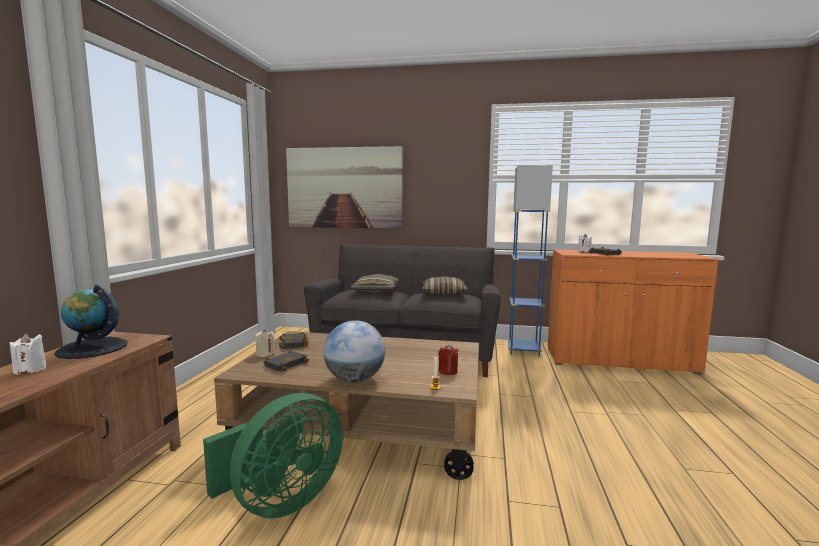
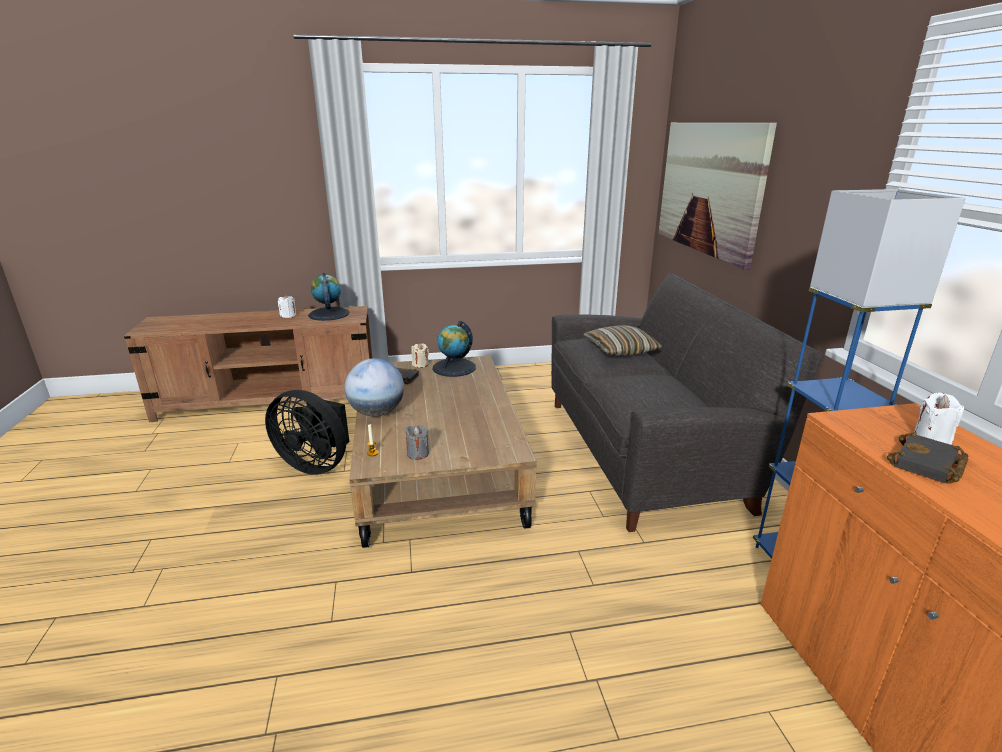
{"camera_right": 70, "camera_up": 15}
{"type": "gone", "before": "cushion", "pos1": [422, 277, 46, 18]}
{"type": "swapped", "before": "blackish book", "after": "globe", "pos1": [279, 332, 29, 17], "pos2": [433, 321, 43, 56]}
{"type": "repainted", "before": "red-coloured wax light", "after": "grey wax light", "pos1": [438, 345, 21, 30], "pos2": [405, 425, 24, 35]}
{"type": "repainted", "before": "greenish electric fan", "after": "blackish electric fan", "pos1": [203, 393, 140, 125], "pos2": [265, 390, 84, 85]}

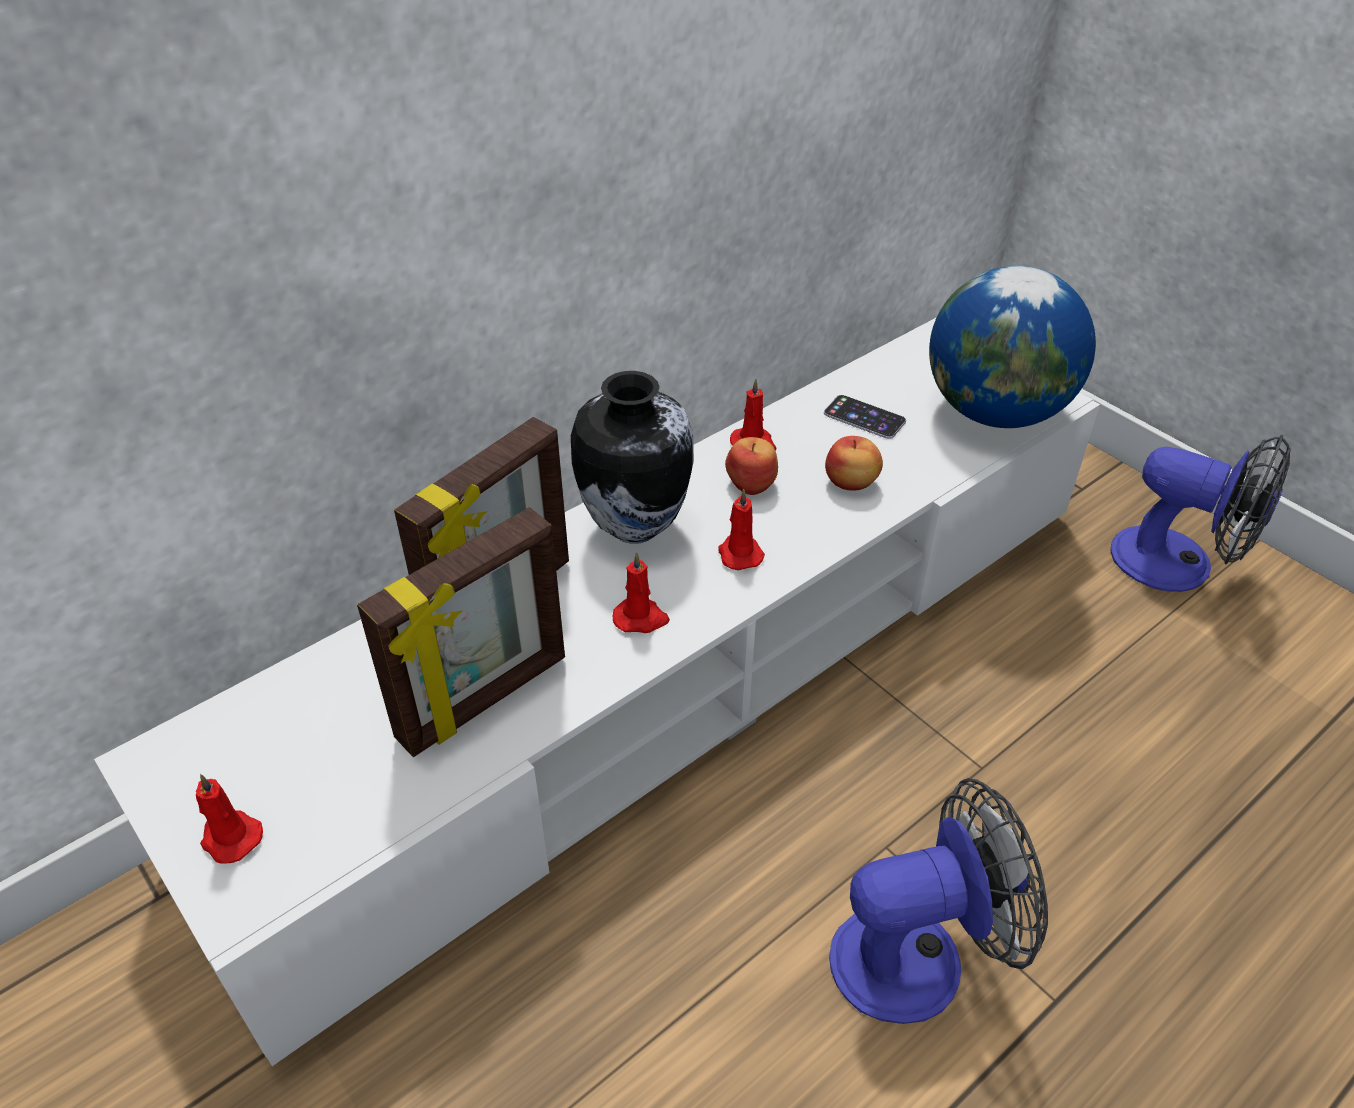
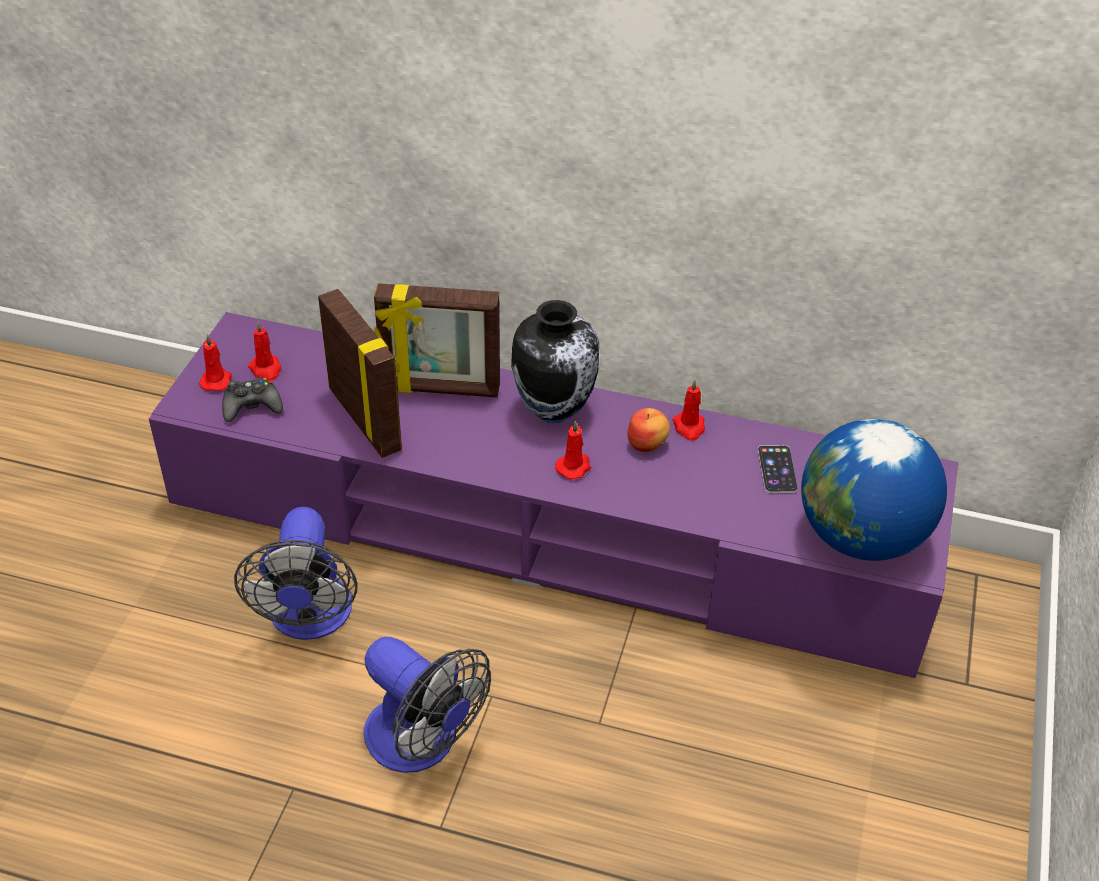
{"camera_right": 55, "camera_up": 0}
{"type": "repainted", "before": "white tv unit", "after": "purple tv unit", "pos1": [94, 317, 1006, 749], "pos2": [149, 312, 809, 366]}
{"type": "shifted", "before": "electric fan", "pos1": [1111, 435, 180, 157], "pos2": [234, 507, 124, 133]}
{"type": "gone", "before": "apple", "pos1": [825, 436, 58, 55]}
{"type": "rotated", "before": "standing frame", "pos1": [357, 507, 208, 250], "pos2": [318, 289, 84, 169], "turn": -135}
{"type": "shifted", "before": "red-coloured wax light", "pos1": [613, 552, 57, 81], "pos2": [248, 322, 33, 59]}
{"type": "new", "after": "blackish game controller", "pos2": [222, 378, 61, 44]}

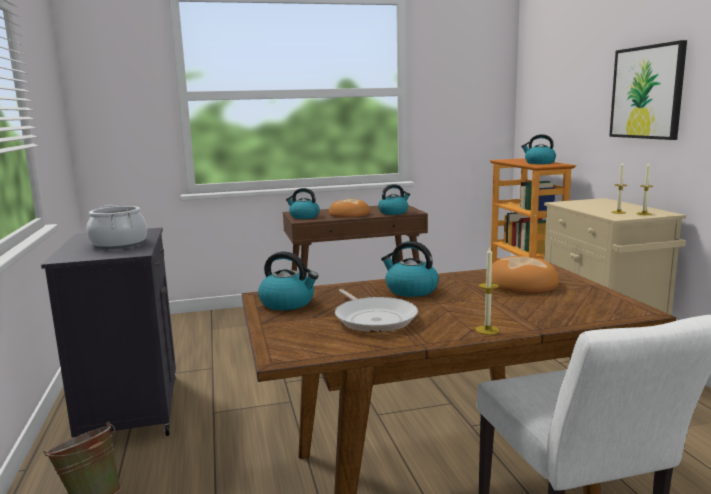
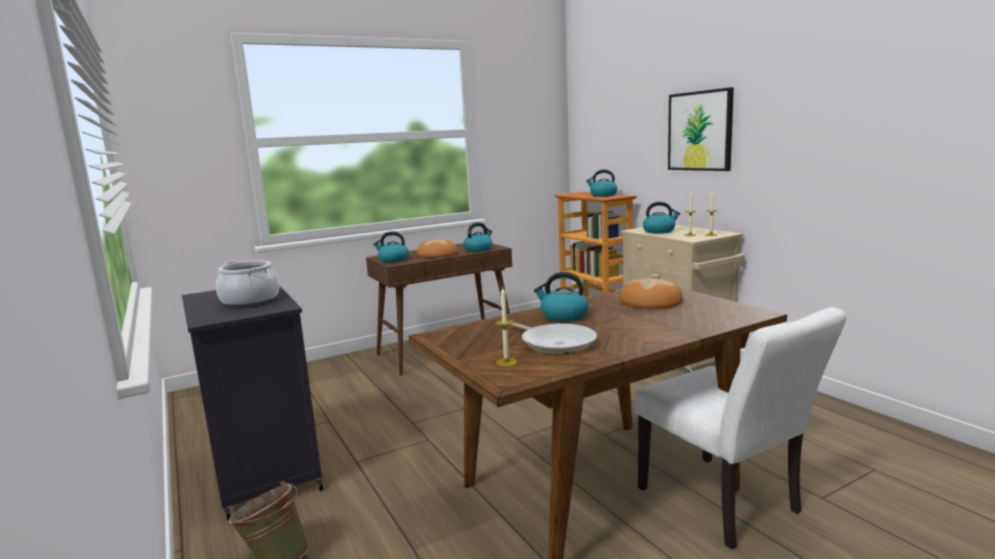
{"camera_right": -15, "camera_up": 0}
{"type": "shifted", "before": "wax light", "pos1": [476, 247, 23, 88], "pos2": [496, 288, 21, 79]}
{"type": "shifted", "before": "water kettle", "pos1": [258, 252, 60, 58], "pos2": [643, 202, 37, 32]}

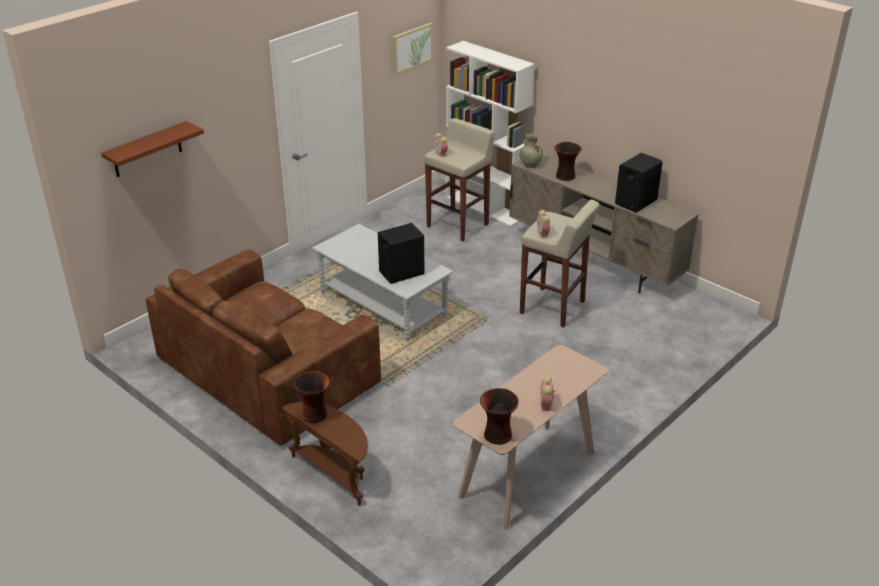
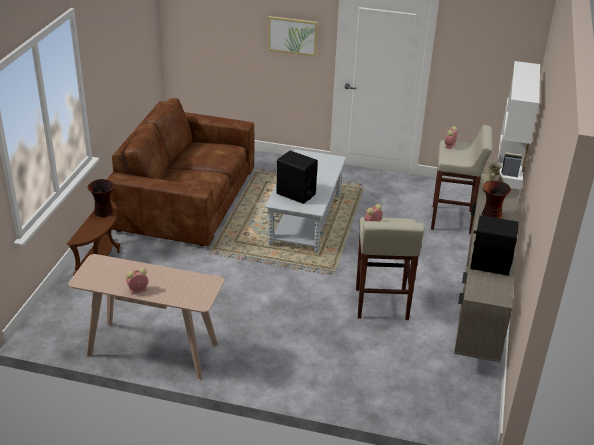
{"camera_right": 60, "camera_up": 0}
{"type": "shifted", "before": "wall picture", "pos1": [392, 23, 41, 52], "pos2": [268, 16, 50, 40]}
{"type": "gone", "before": "brownish shelf", "pos1": [101, 121, 103, 56]}
{"type": "gone", "before": "decorative vase", "pos1": [480, 388, 39, 57]}

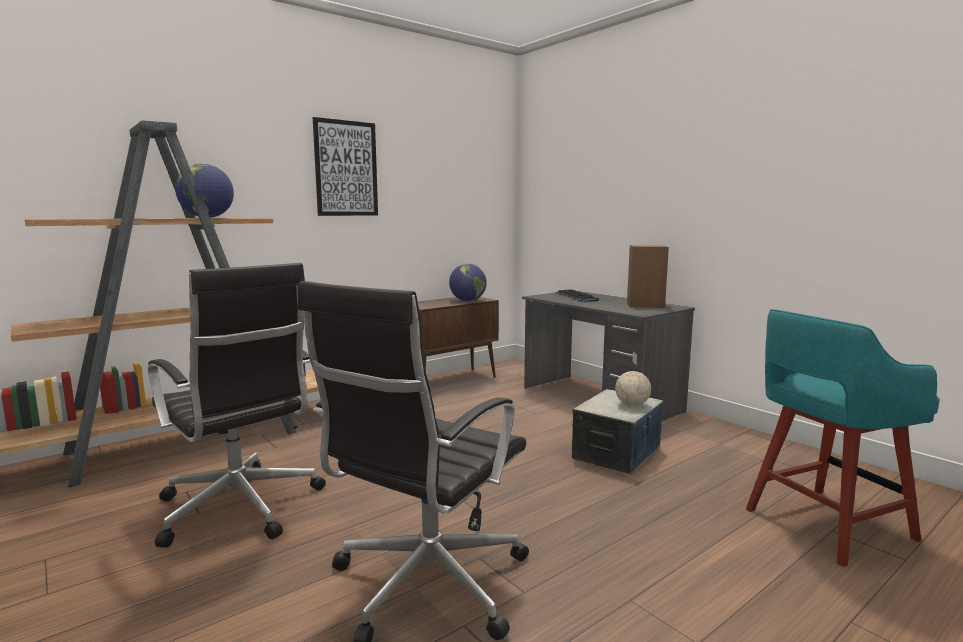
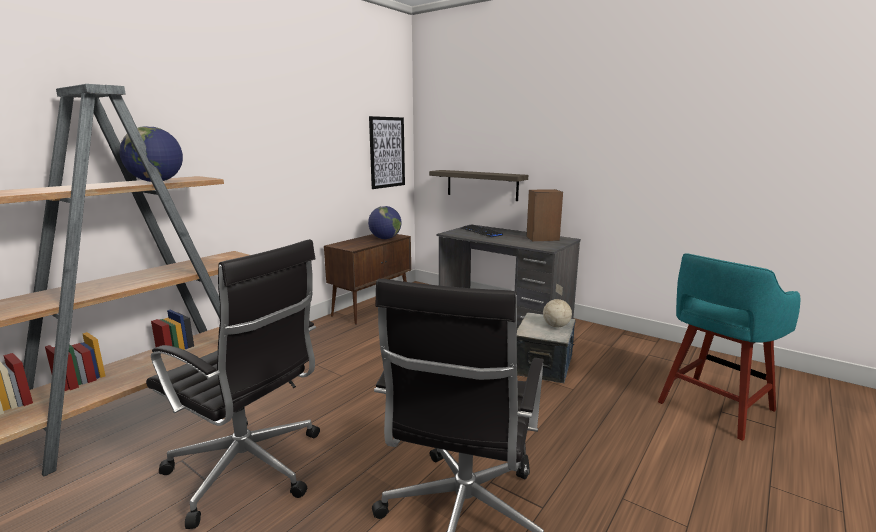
{"camera_right": -15, "camera_up": 5}
{"type": "shifted", "before": "wall picture", "pos1": [313, 117, 65, 99], "pos2": [369, 116, 36, 73]}
{"type": "new", "after": "shelf", "pos2": [429, 170, 99, 31]}

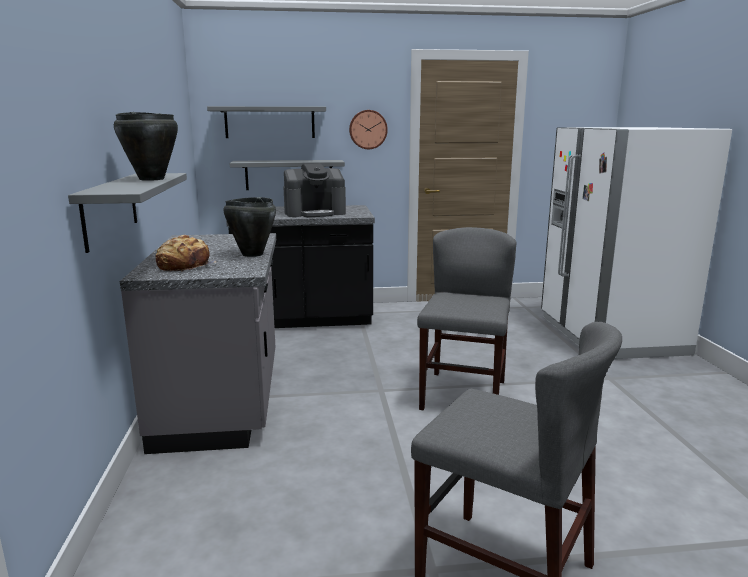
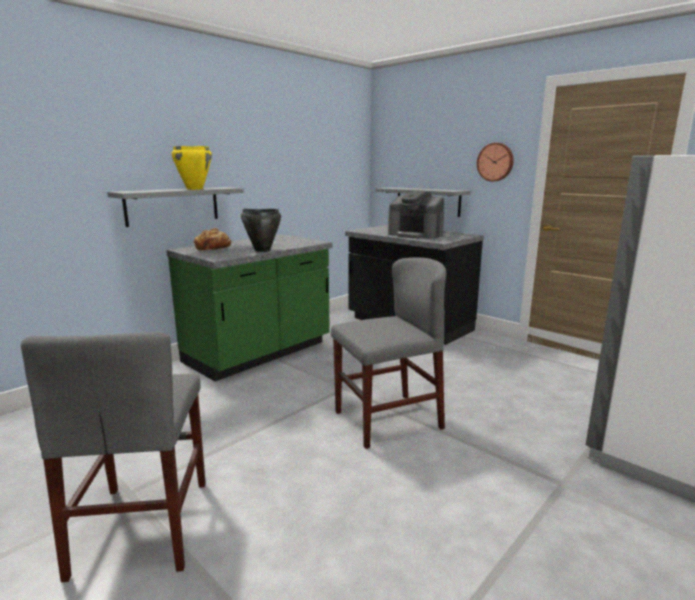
{"camera_right": 50, "camera_up": 0}
{"type": "gone", "before": "grey shelf", "pos1": [207, 106, 119, 32]}
{"type": "repainted", "before": "blackish cooking pot", "after": "yellow-coloured cooking pot", "pos1": [114, 112, 64, 69], "pos2": [172, 146, 40, 44]}
{"type": "repainted", "before": "grey counter", "after": "greenish counter", "pos1": [120, 233, 157, 221], "pos2": [166, 234, 167, 147]}

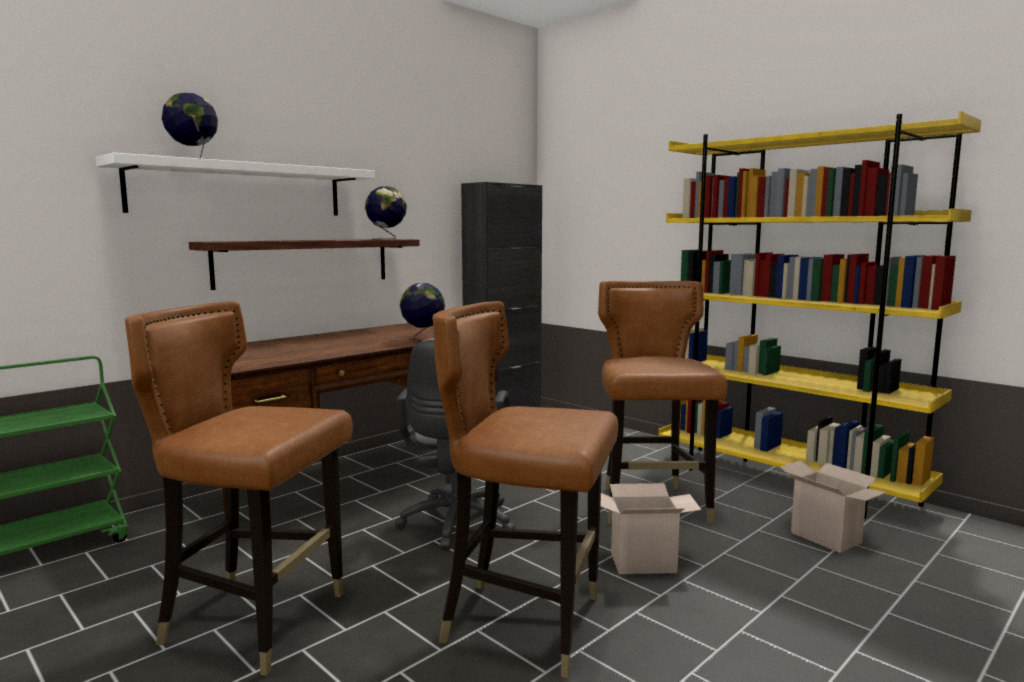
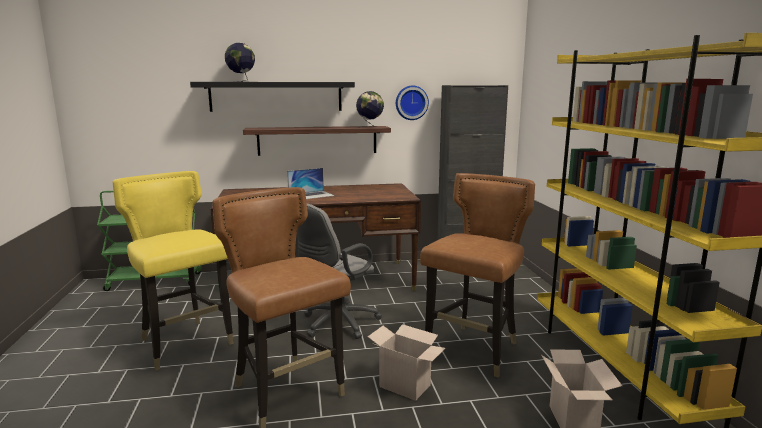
{"camera_right": 35, "camera_up": 5}
{"type": "repainted", "before": "white shelf", "after": "blackish shelf", "pos1": [96, 153, 279, 63], "pos2": [190, 82, 165, 30]}
{"type": "gone", "before": "globe", "pos1": [400, 283, 45, 58]}
{"type": "repainted", "before": "brownish plain chair", "after": "yellow-coloured plain chair", "pos1": [125, 301, 228, 375], "pos2": [113, 171, 121, 200]}
{"type": "new", "after": "wall clock", "pos2": [396, 85, 33, 35]}
{"type": "new", "after": "notebook computer", "pos2": [287, 168, 48, 31]}

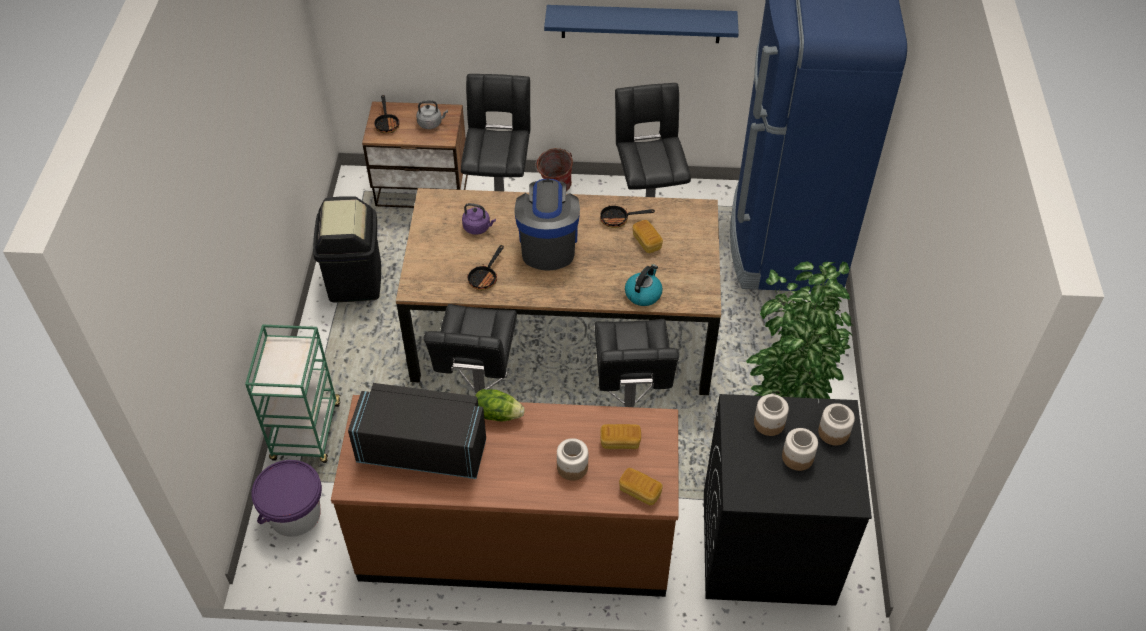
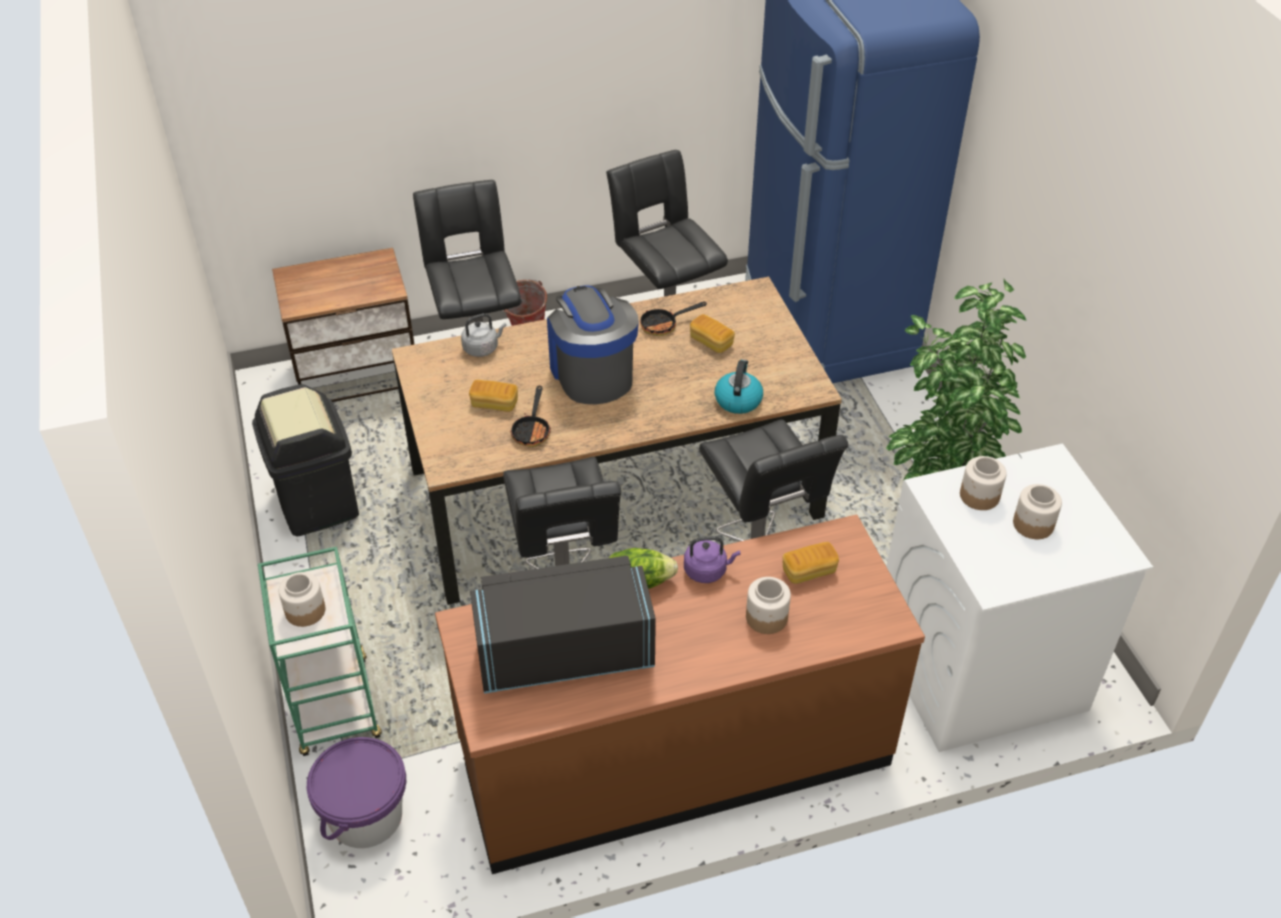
{"camera_right": -20, "camera_up": -5}
{"type": "gone", "before": "blue shelf", "pos1": [544, 5, 195, 38]}
{"type": "gone", "before": "frying pan", "pos1": [374, 95, 26, 38]}
{"type": "shifted", "before": "grey water kettle", "pos1": [416, 100, 32, 29], "pos2": [461, 313, 45, 44]}
{"type": "shifted", "before": "purple water kettle", "pos1": [462, 203, 34, 32], "pos2": [684, 536, 56, 47]}
{"type": "repainted", "before": "blackish laundry machine", "after": "white laundry machine", "pos1": [704, 394, 168, 212], "pos2": [886, 444, 267, 308]}
{"type": "shifted", "before": "jar", "pos1": [818, 403, 37, 43], "pos2": [279, 572, 46, 55]}
{"type": "shifted", "before": "baked bread", "pos1": [619, 468, 44, 37], "pos2": [469, 380, 49, 32]}

